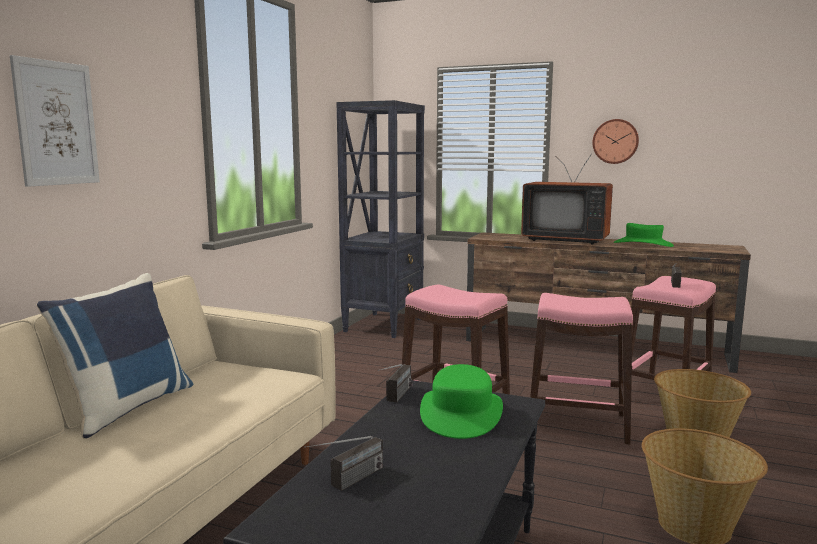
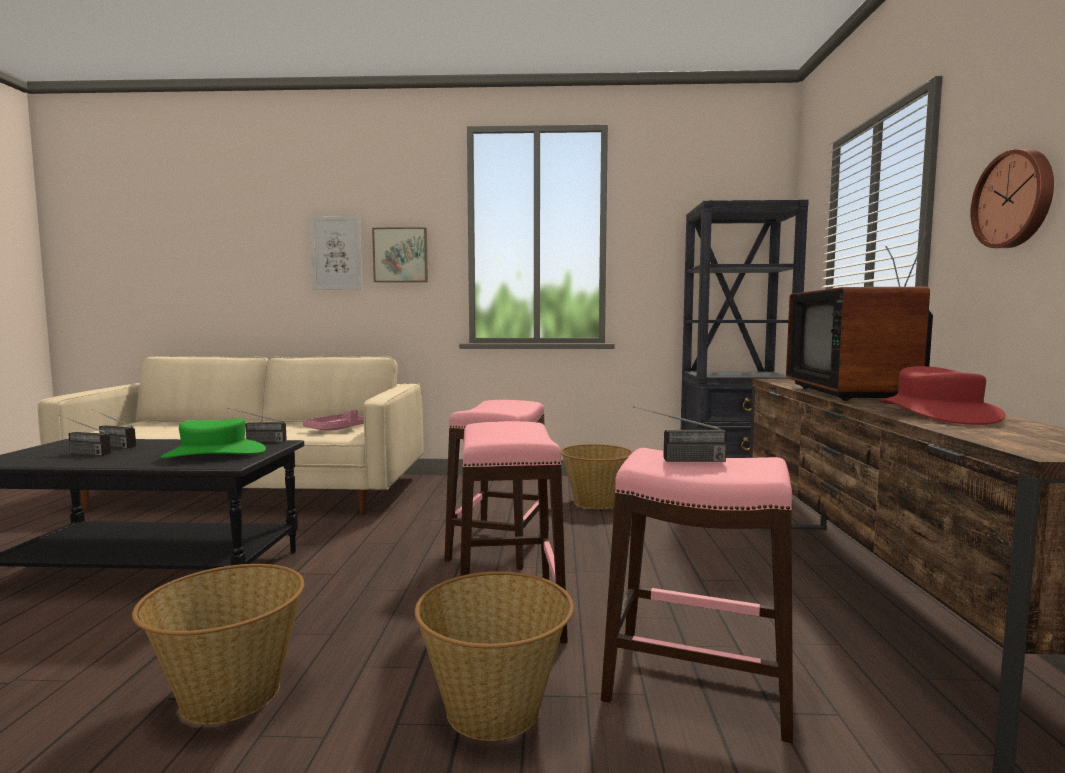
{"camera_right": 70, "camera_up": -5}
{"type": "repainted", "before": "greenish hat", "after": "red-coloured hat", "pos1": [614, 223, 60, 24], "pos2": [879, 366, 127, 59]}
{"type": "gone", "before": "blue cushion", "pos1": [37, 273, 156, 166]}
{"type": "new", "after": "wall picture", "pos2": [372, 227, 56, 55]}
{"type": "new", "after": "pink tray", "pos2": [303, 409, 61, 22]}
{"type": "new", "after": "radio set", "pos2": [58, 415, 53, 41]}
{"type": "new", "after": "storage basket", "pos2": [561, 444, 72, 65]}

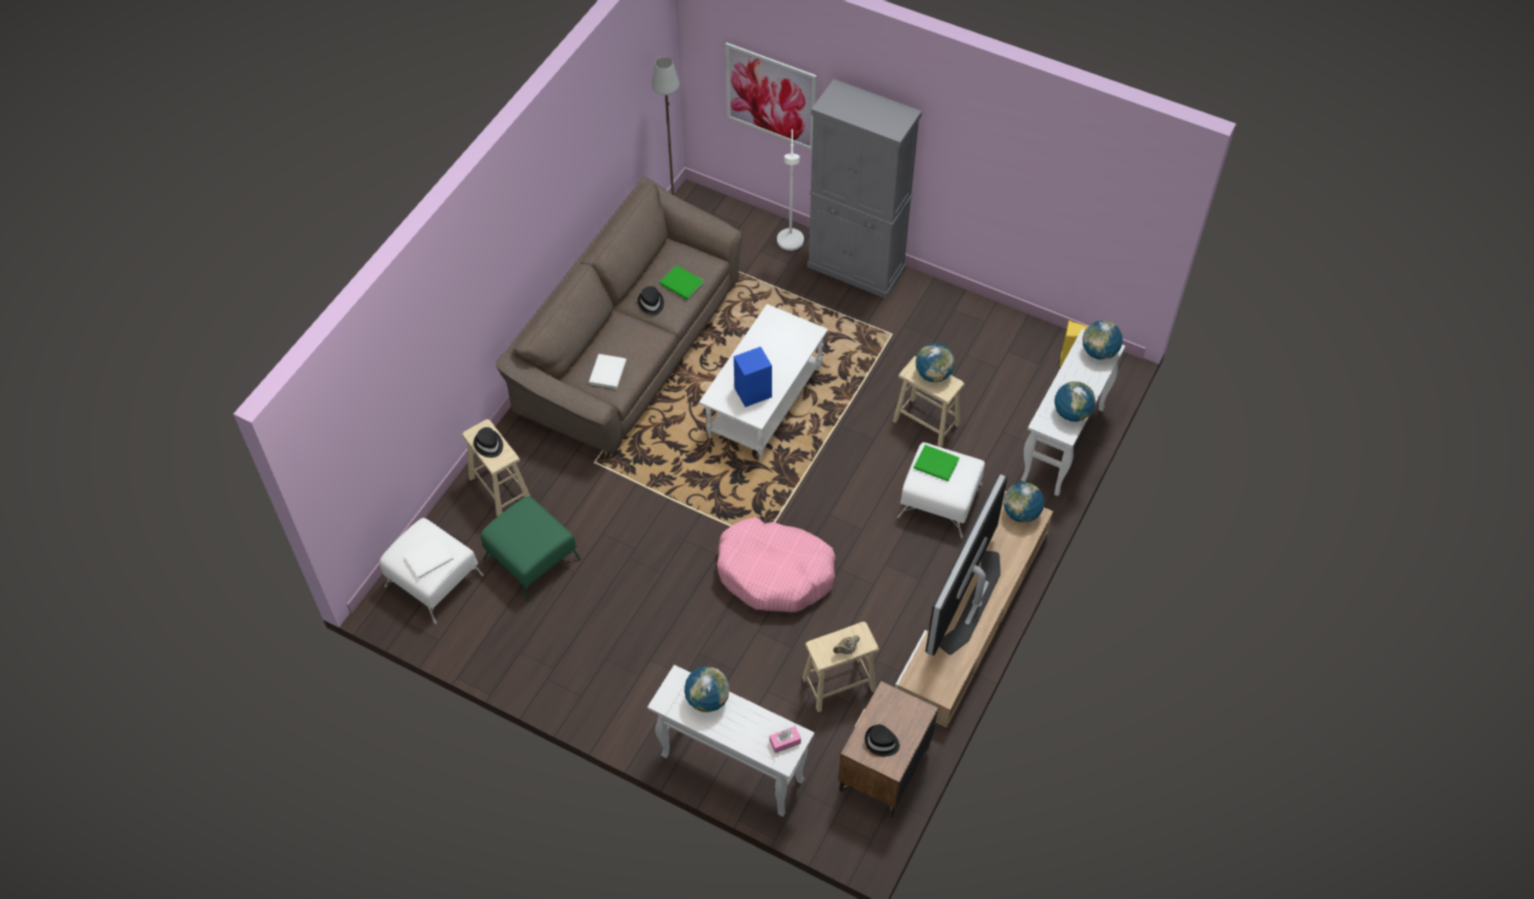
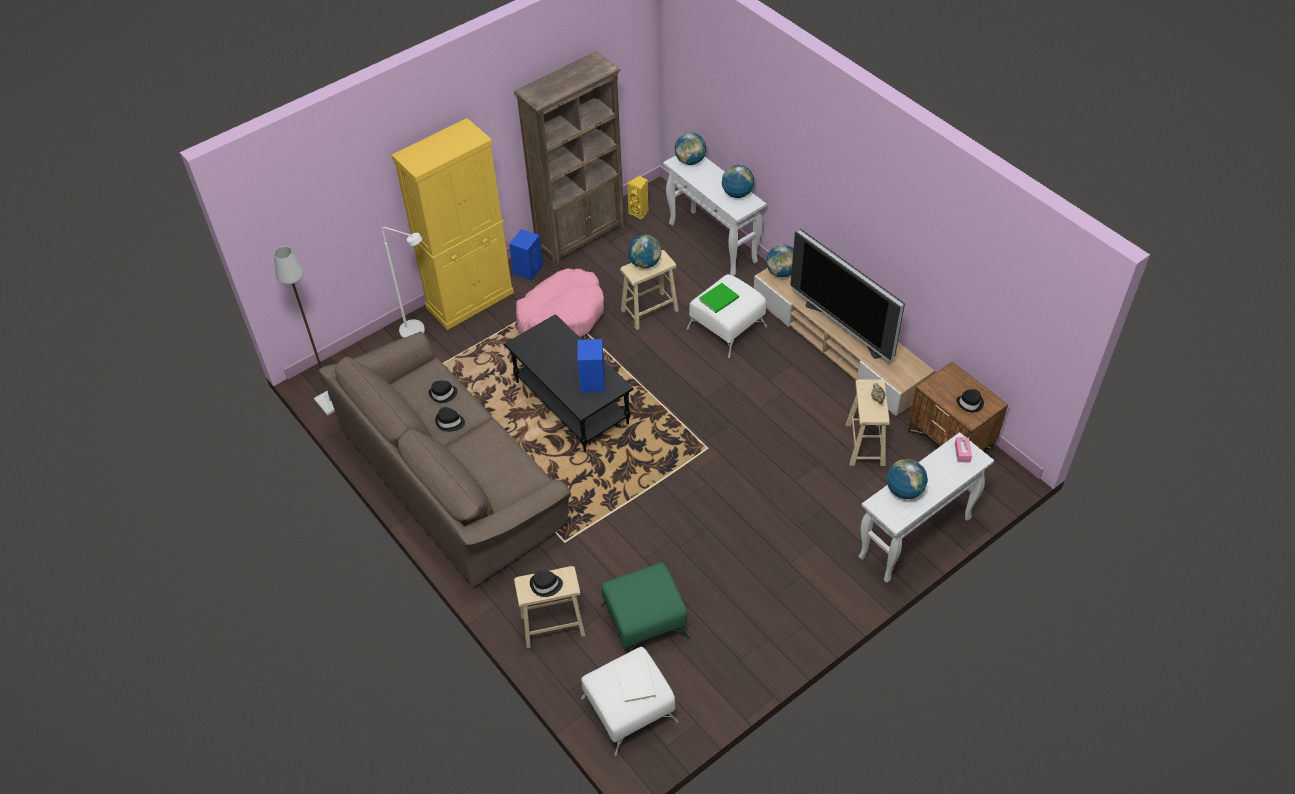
{"camera_right": -65, "camera_up": -5}
{"type": "gone", "before": "wall picture", "pos1": [725, 42, 92, 108]}
{"type": "repainted", "before": "grey cupboard", "after": "yellow-coloured cupboard", "pos1": [807, 79, 115, 220], "pos2": [391, 118, 123, 212]}
{"type": "swapped", "before": "greenish book", "after": "blackish hat", "pos1": [660, 265, 44, 35], "pos2": [429, 380, 29, 23]}
{"type": "repainted", "before": "white lounge table", "after": "blackish lounge table", "pos1": [699, 304, 129, 157], "pos2": [504, 314, 129, 138]}
{"type": "gone", "before": "white book", "pos1": [589, 354, 37, 35]}
{"type": "shifted", "before": "pink pet bed", "pos1": [717, 517, 119, 95], "pos2": [516, 268, 88, 69]}
{"type": "new", "after": "brownish bookshelf", "pos2": [514, 51, 111, 215]}
{"type": "new", "after": "blue speaker", "pos2": [509, 229, 34, 52]}

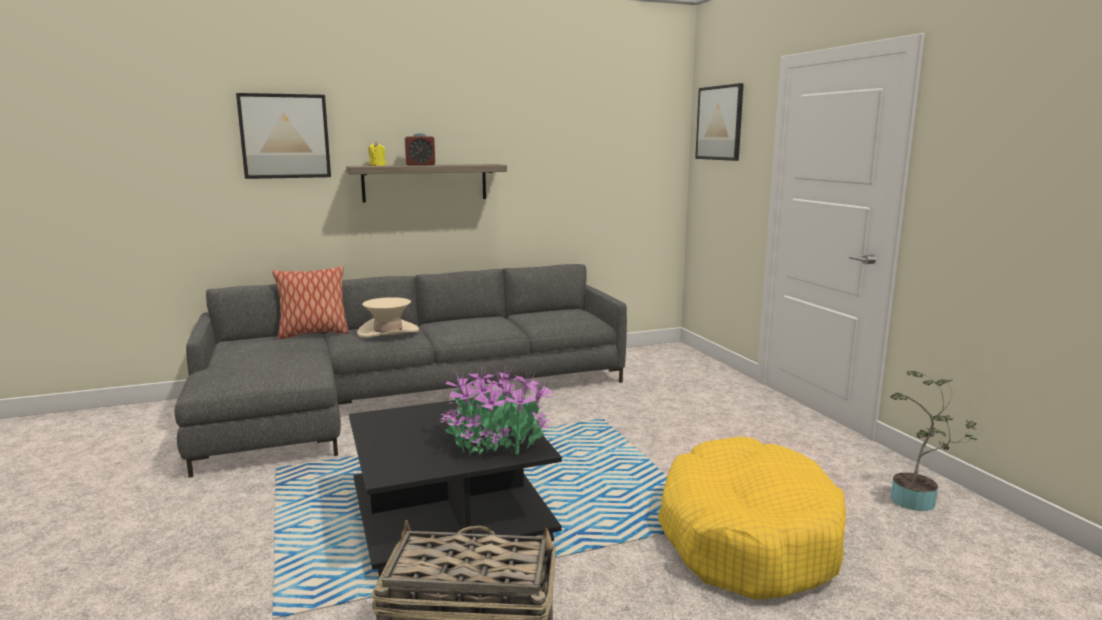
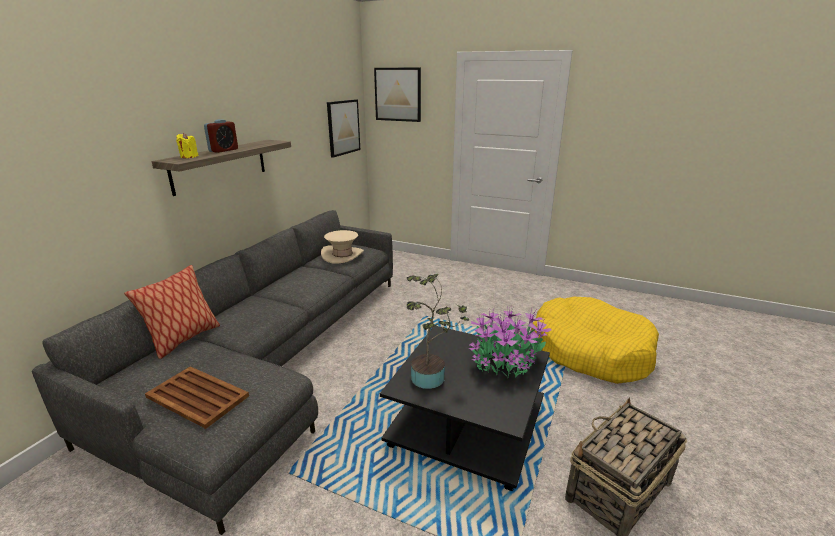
{"camera_right": -45, "camera_up": 10}
{"type": "shifted", "before": "wall picture", "pos1": [236, 93, 95, 86], "pos2": [327, 99, 33, 59]}
{"type": "shifted", "before": "beige-coloured hat", "pos1": [357, 297, 62, 41], "pos2": [321, 230, 43, 34]}
{"type": "shifted", "before": "potted plant", "pos1": [890, 371, 87, 140], "pos2": [407, 273, 63, 116]}
{"type": "new", "after": "brownish tray", "pos2": [145, 366, 104, 63]}

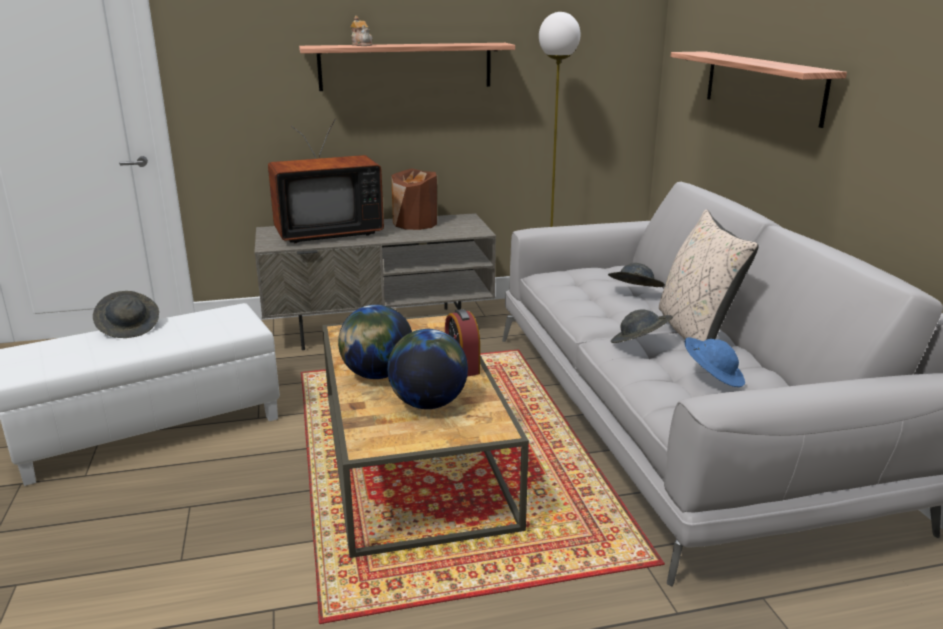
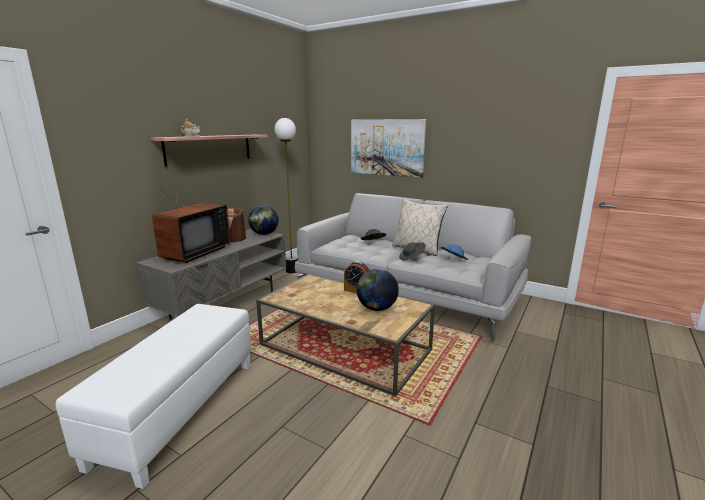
{"camera_right": -45, "camera_up": -5}
{"type": "swapped", "before": "shelf", "after": "wall picture", "pos1": [671, 51, 176, 77], "pos2": [351, 119, 75, 59]}
{"type": "gone", "before": "grey hat", "pos1": [93, 291, 66, 47]}
{"type": "shifted", "before": "globe", "pos1": [338, 305, 74, 74], "pos2": [248, 205, 31, 30]}

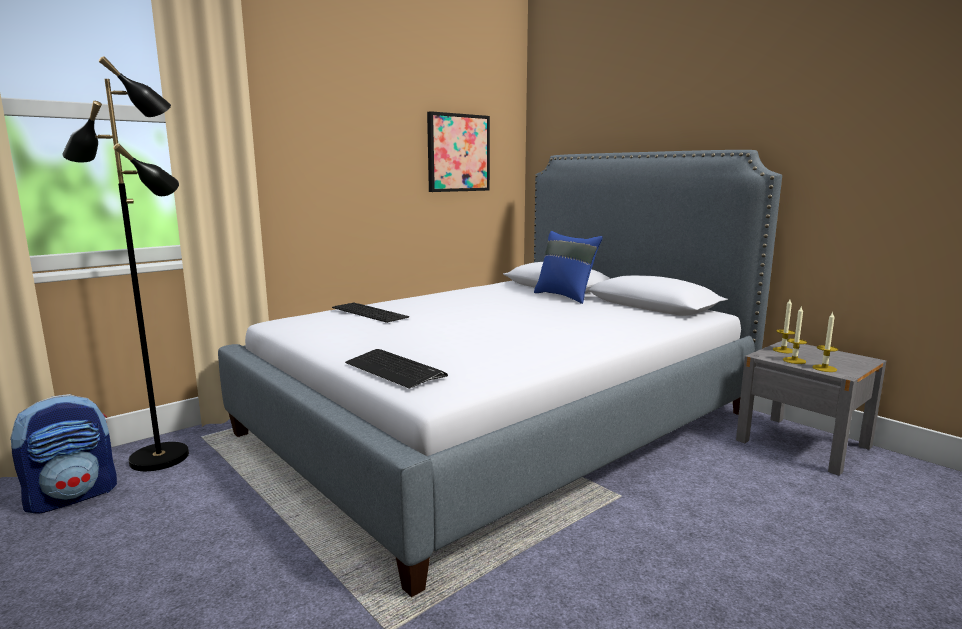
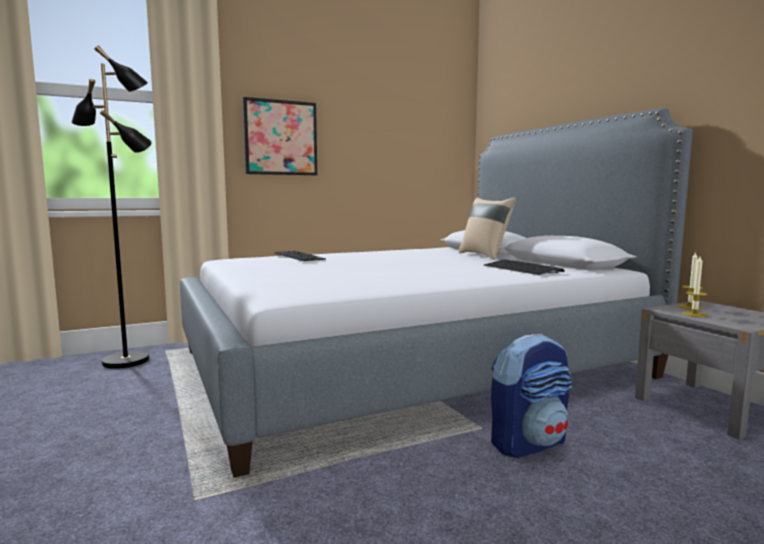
{"camera_right": 15, "camera_up": -5}
{"type": "shifted", "before": "wall picture", "pos1": [427, 111, 63, 81], "pos2": [242, 97, 75, 78]}
{"type": "repainted", "before": "blue cushion", "after": "beige-coloured cushion", "pos1": [534, 231, 69, 73], "pos2": [459, 197, 57, 63]}
{"type": "gone", "before": "wax light", "pos1": [812, 311, 26, 61]}
{"type": "shifted", "before": "keyboard", "pos1": [345, 349, 103, 40], "pos2": [483, 259, 82, 16]}
{"type": "shifted", "before": "rucksack", "pos1": [10, 394, 107, 120], "pos2": [491, 334, 81, 124]}

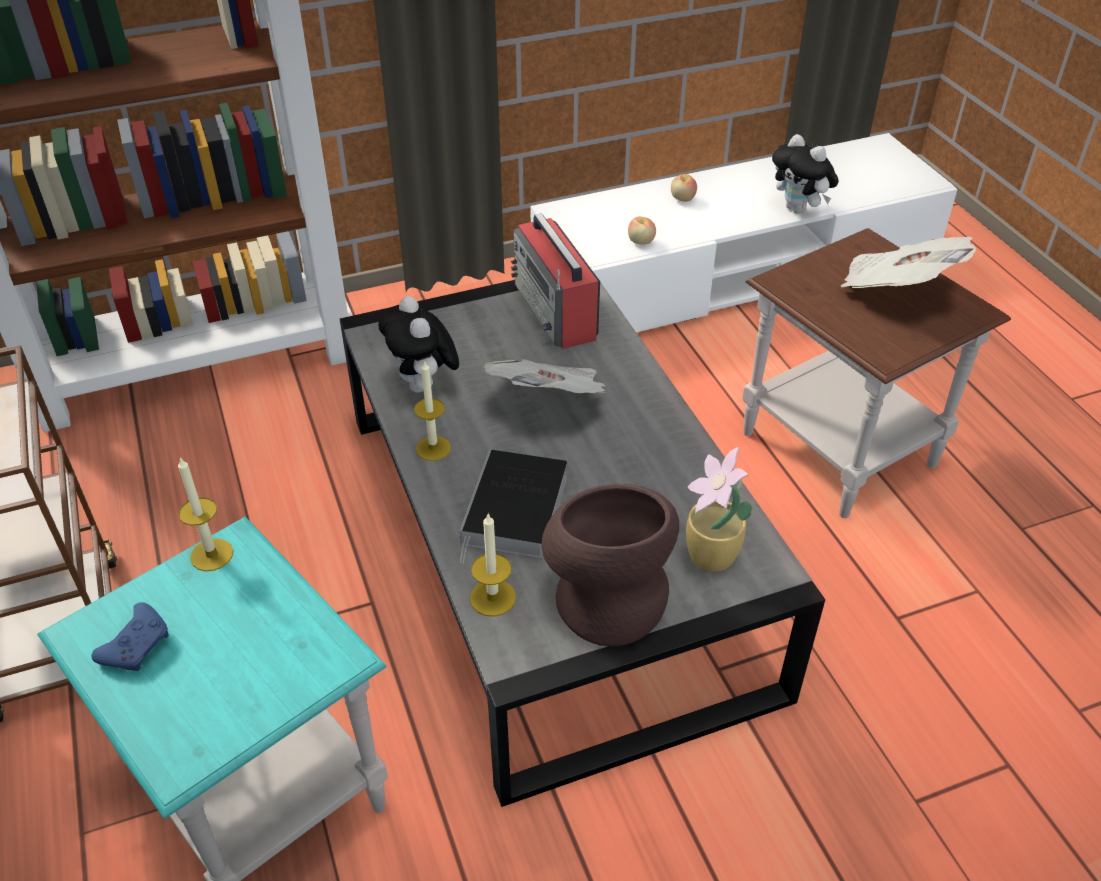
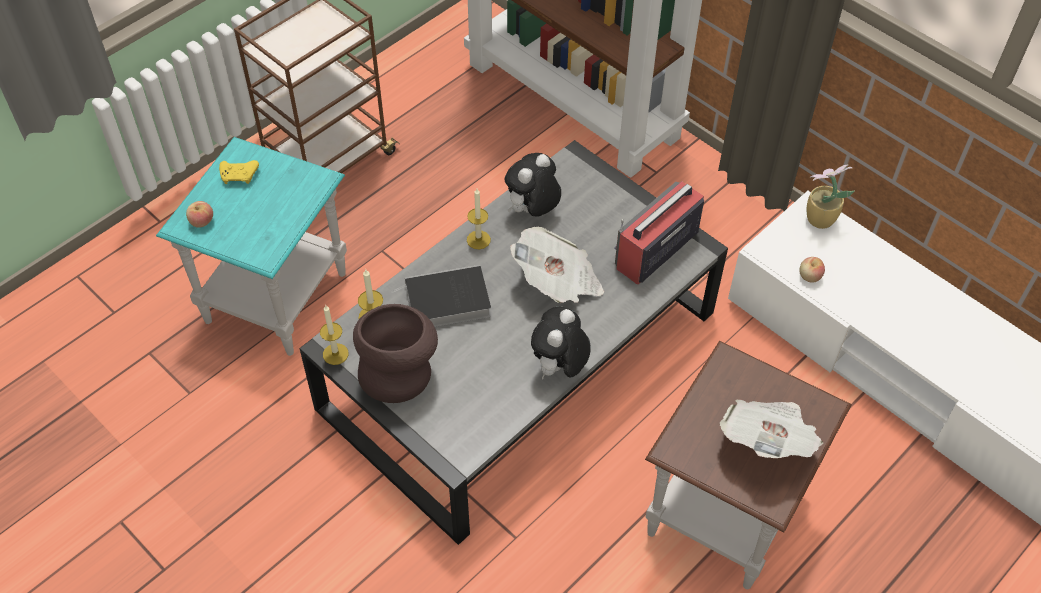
{"camera_right": 65, "camera_up": 10}
{"type": "shifted", "before": "plush toy", "pos1": [772, 134, 67, 80], "pos2": [531, 307, 60, 72]}
{"type": "shifted", "before": "apple", "pos1": [671, 174, 26, 28], "pos2": [186, 201, 27, 27]}
{"type": "shifted", "before": "potted plant", "pos1": [686, 447, 67, 125], "pos2": [807, 165, 48, 64]}
{"type": "shifted", "before": "wax light", "pos1": [178, 457, 55, 114], "pos2": [320, 305, 29, 60]}
{"type": "repainted", "before": "blue game controller", "after": "yellow-coloured game controller", "pos1": [91, 602, 78, 69], "pos2": [219, 160, 40, 24]}

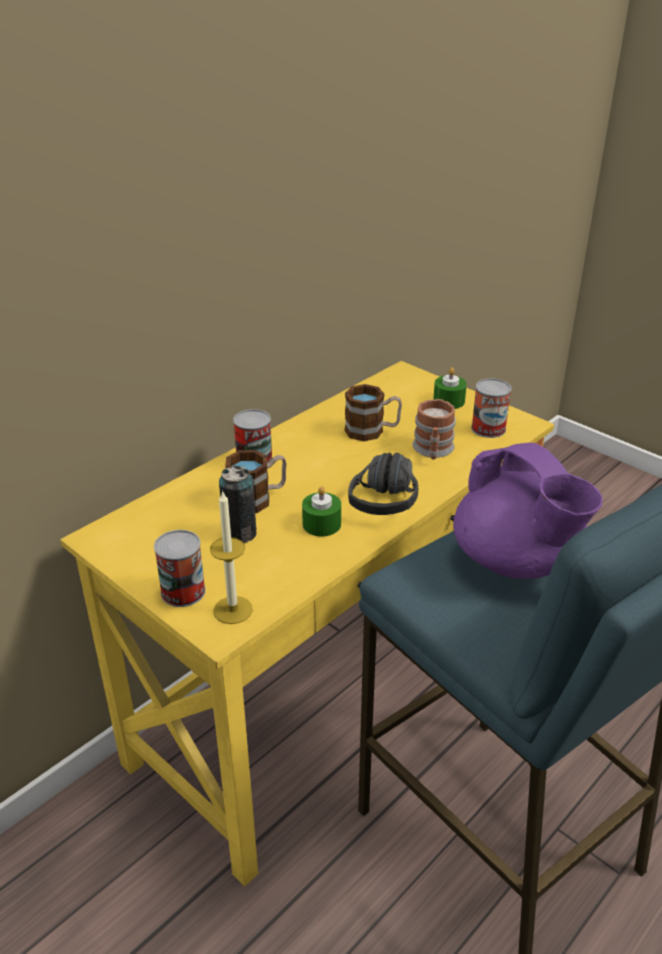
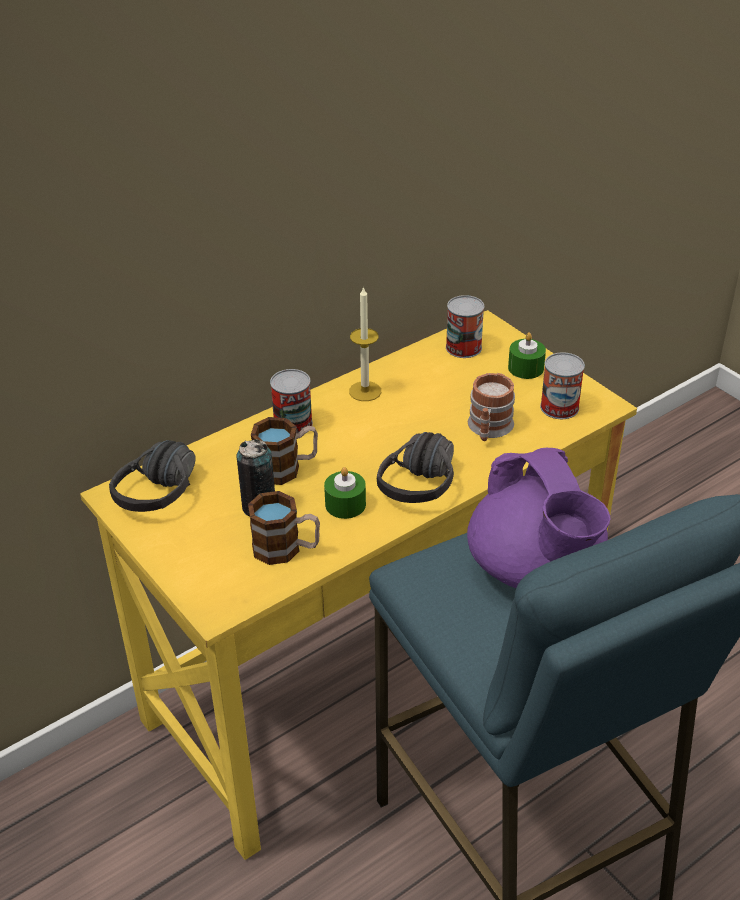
{"camera_right": 10, "camera_up": 5}
{"type": "shifted", "before": "coffee mug", "pos1": [345, 384, 57, 57], "pos2": [248, 491, 72, 74]}
{"type": "shifted", "before": "wax light", "pos1": [210, 490, 43, 134], "pos2": [349, 286, 32, 115]}
{"type": "shifted", "before": "can", "pos1": [154, 530, 52, 77], "pos2": [446, 295, 38, 63]}
{"type": "new", "after": "blackish headphones", "pos2": [109, 440, 86, 72]}

